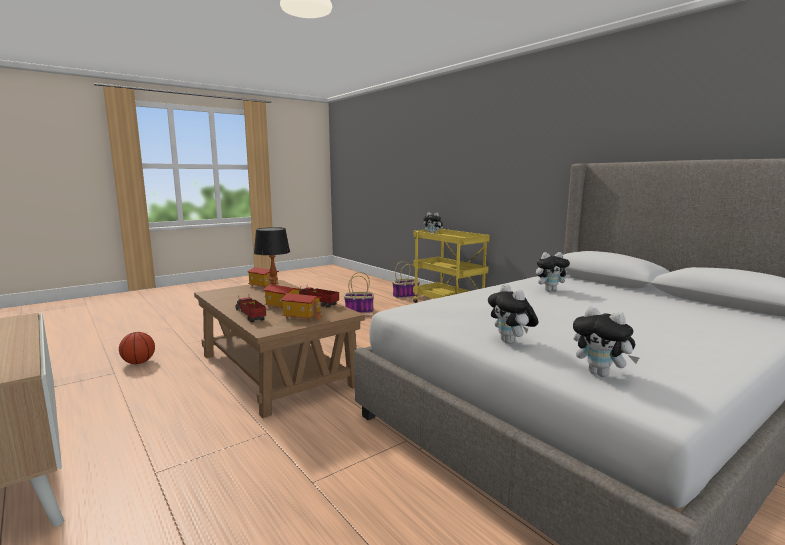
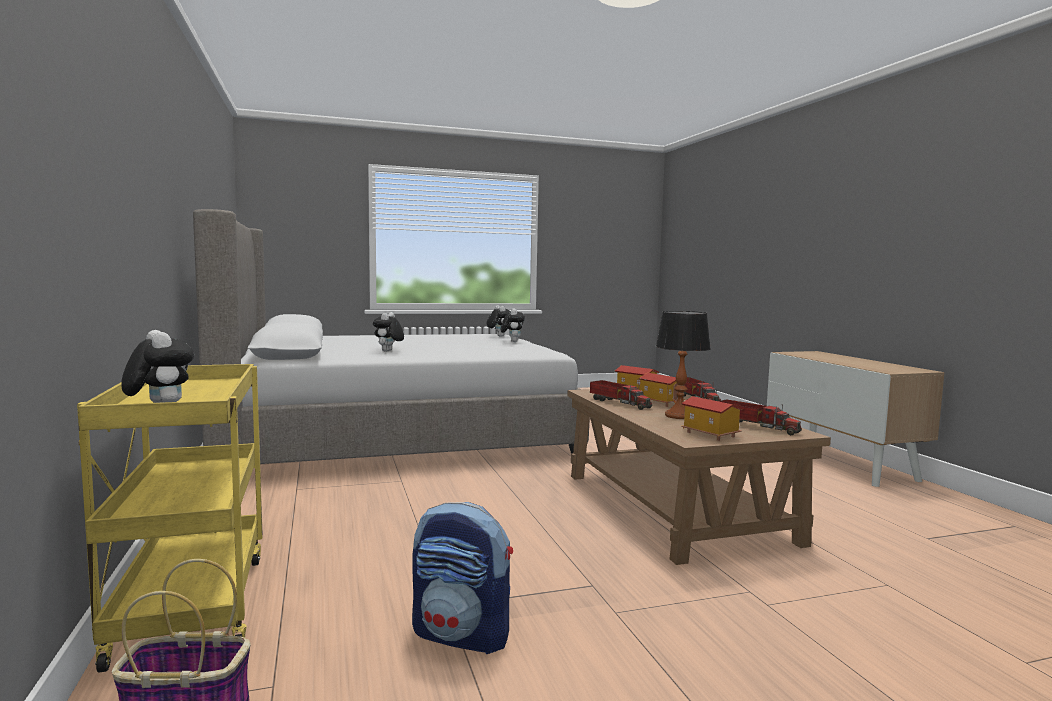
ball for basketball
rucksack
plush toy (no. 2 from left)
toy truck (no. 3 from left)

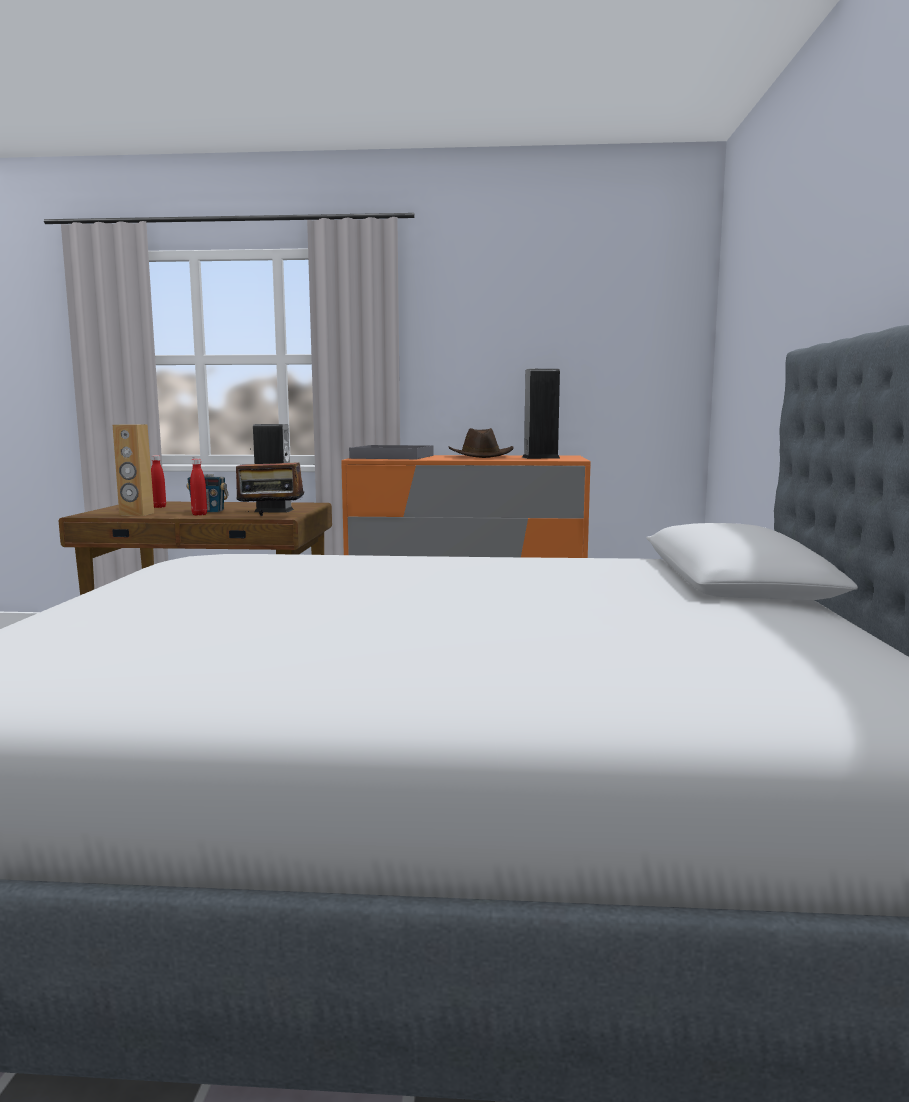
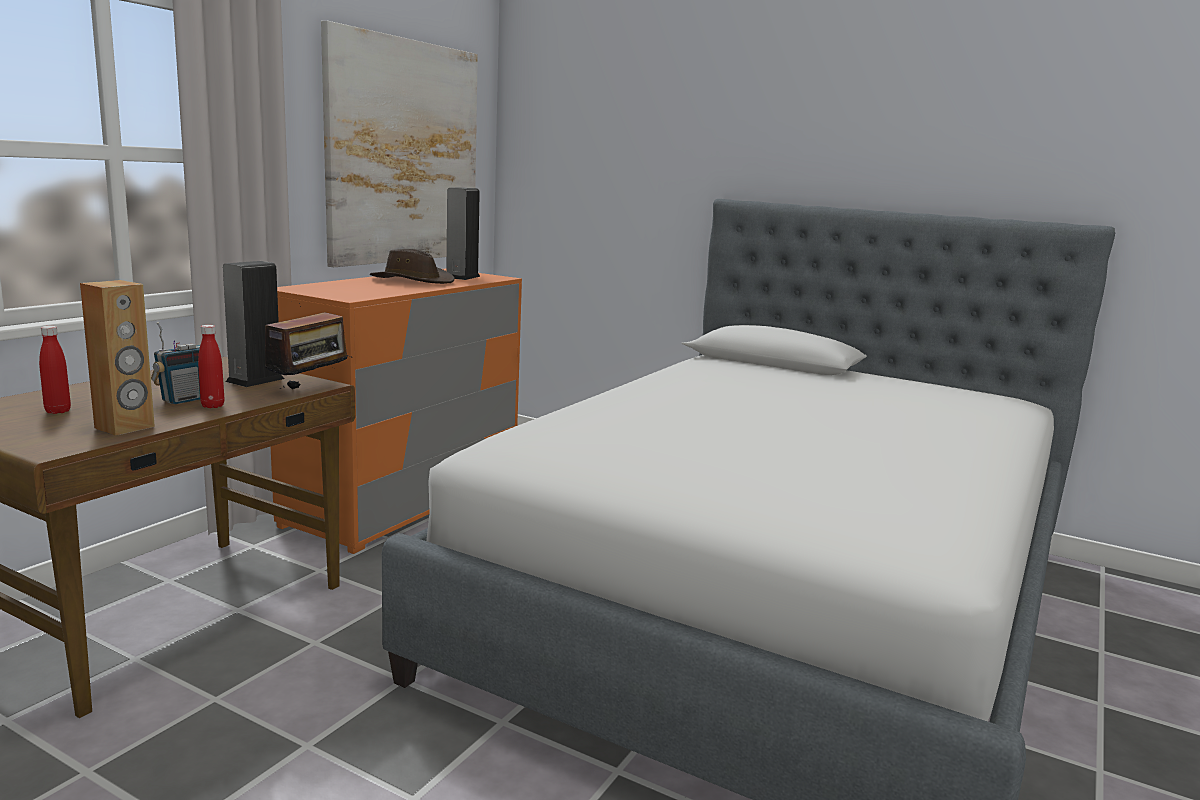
greyish carrying tray
wall art

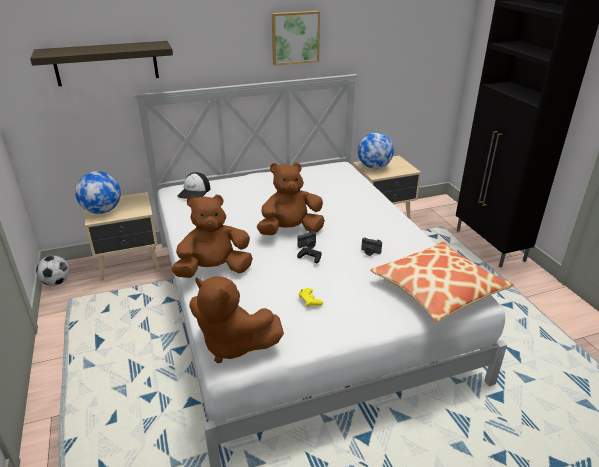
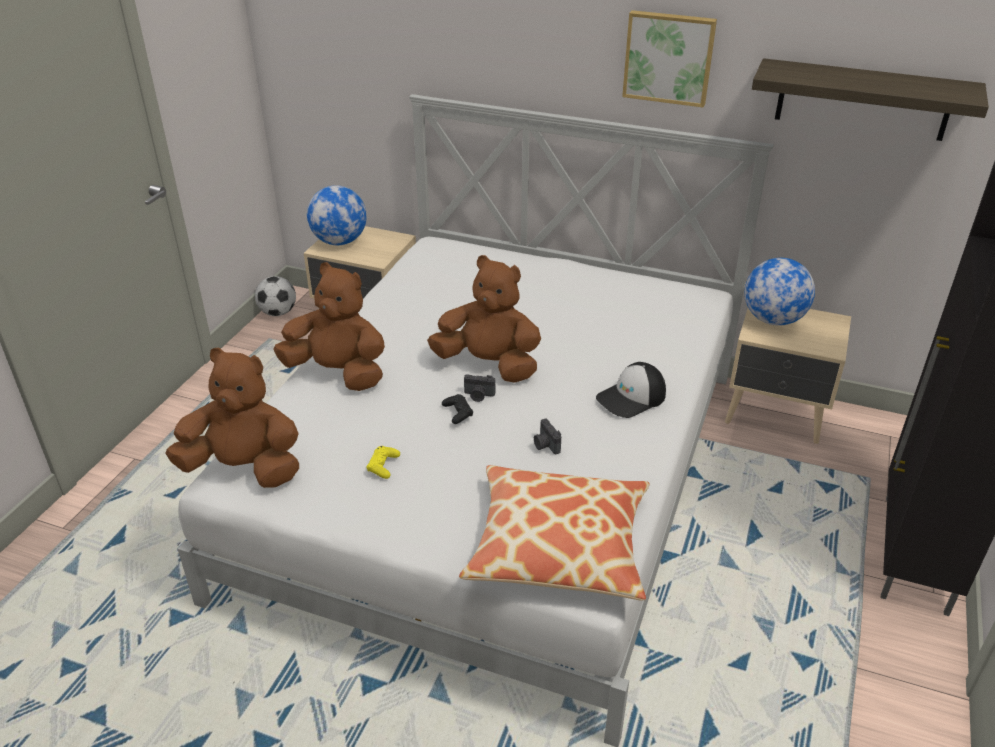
wall shelf
cap
brownish plush toy (no. 1 from left)

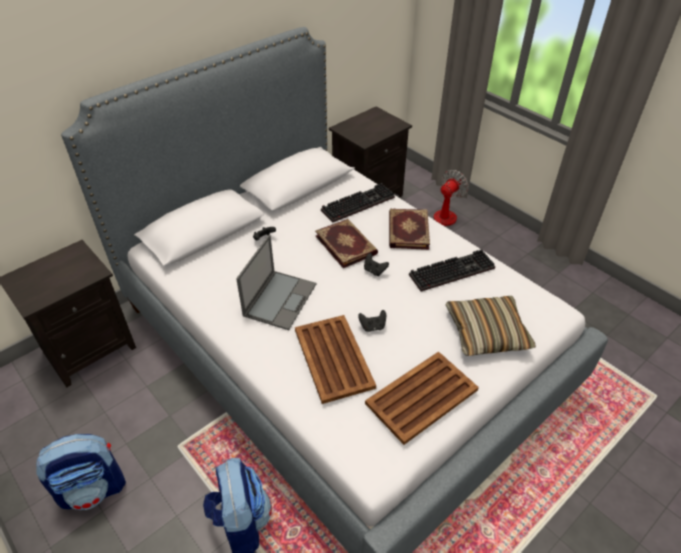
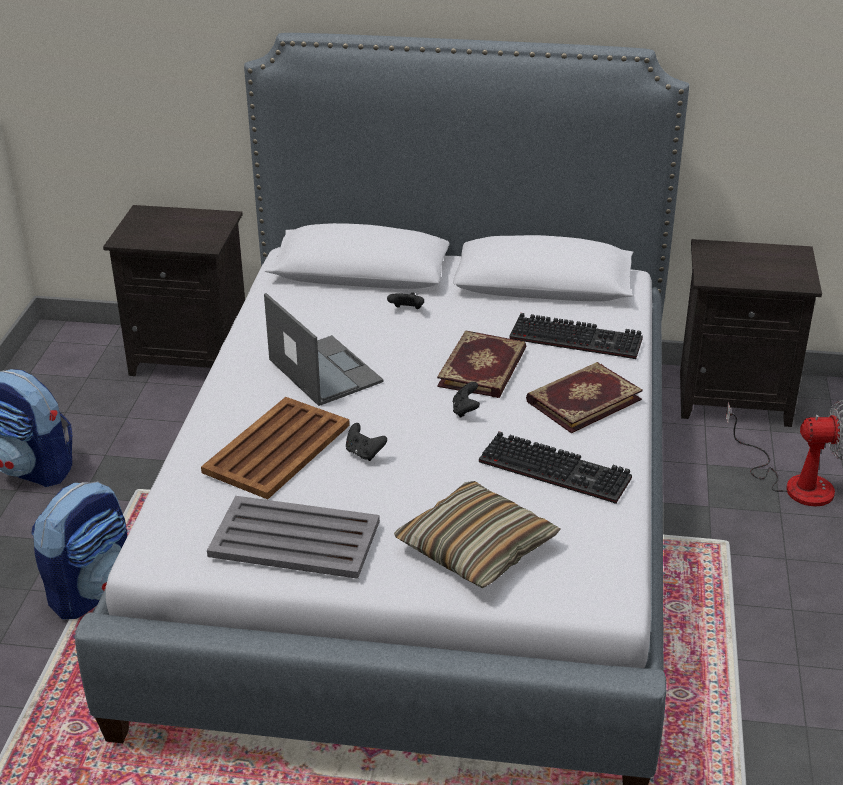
notebook computer
greyish carrying tray

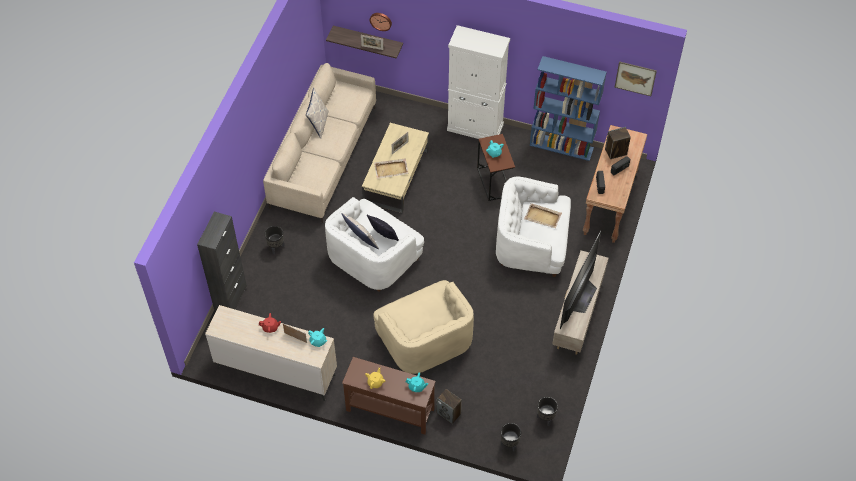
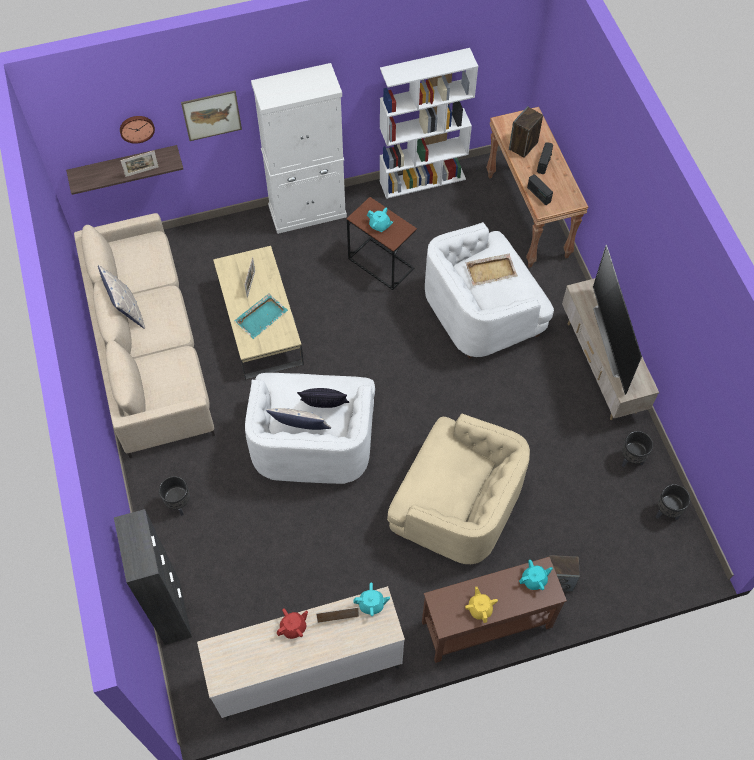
turquoise carrying tray
black plant pot (no. 2 from left)
white bookcase
wall art

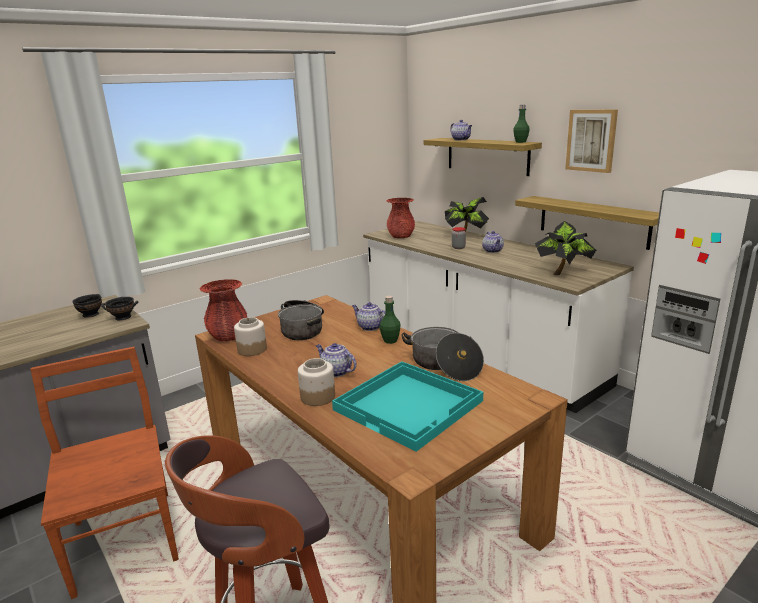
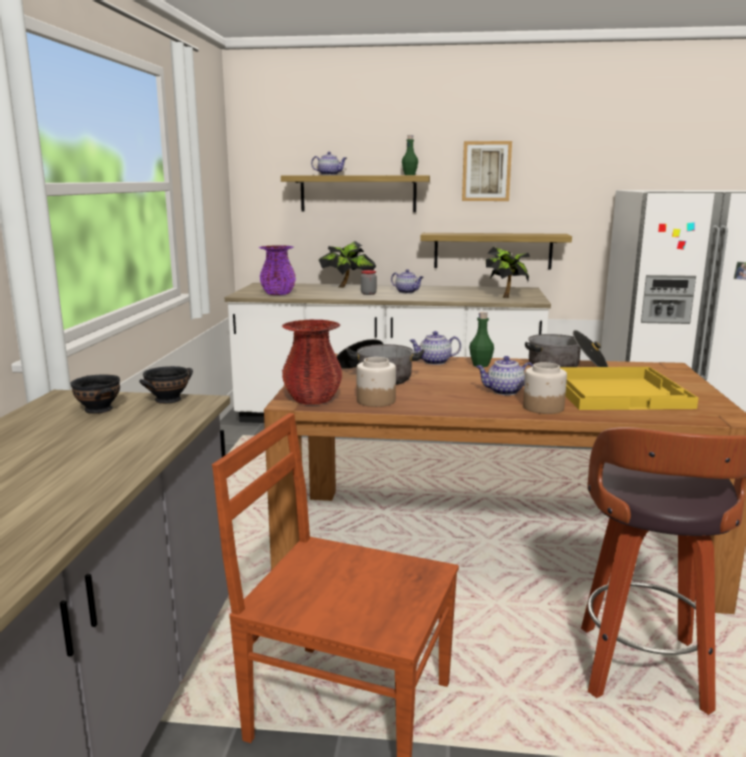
yellow-coloured carrying tray
purple-coloured decorative vase

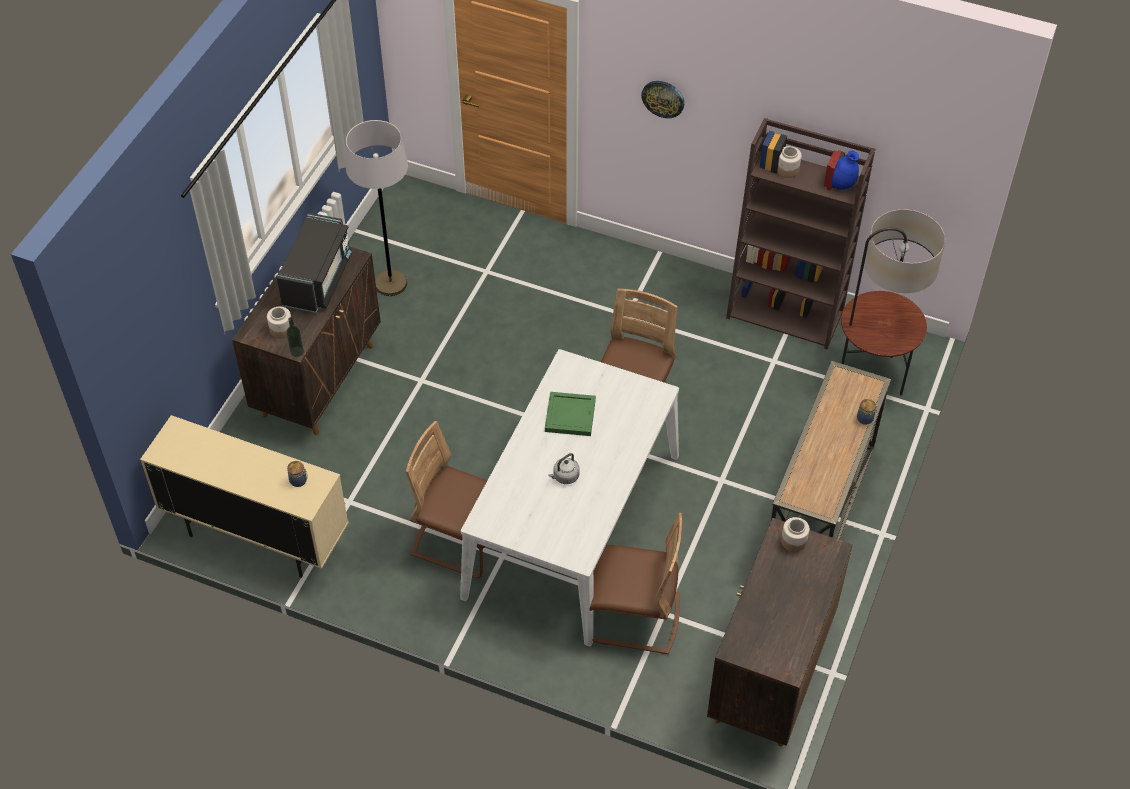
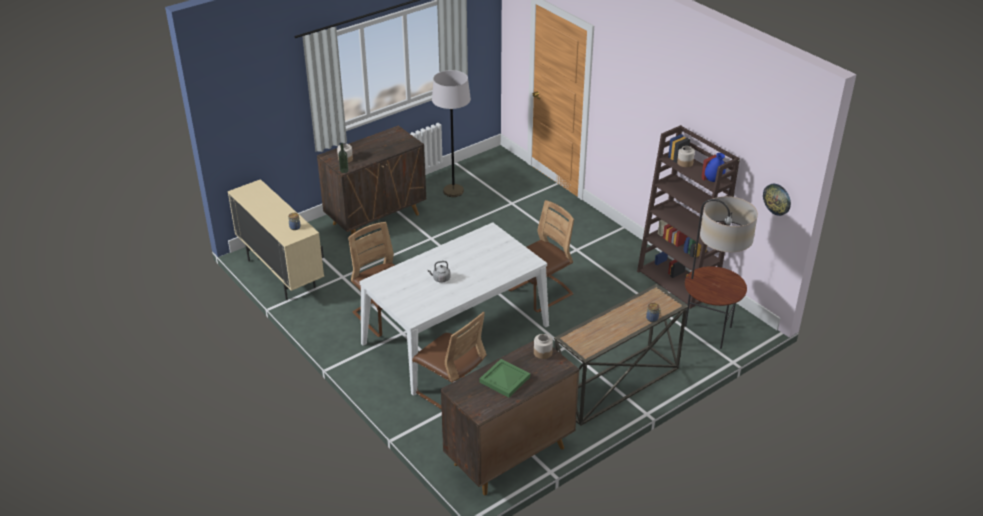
black microwave
green-coloured carrying tray
clock on the wall

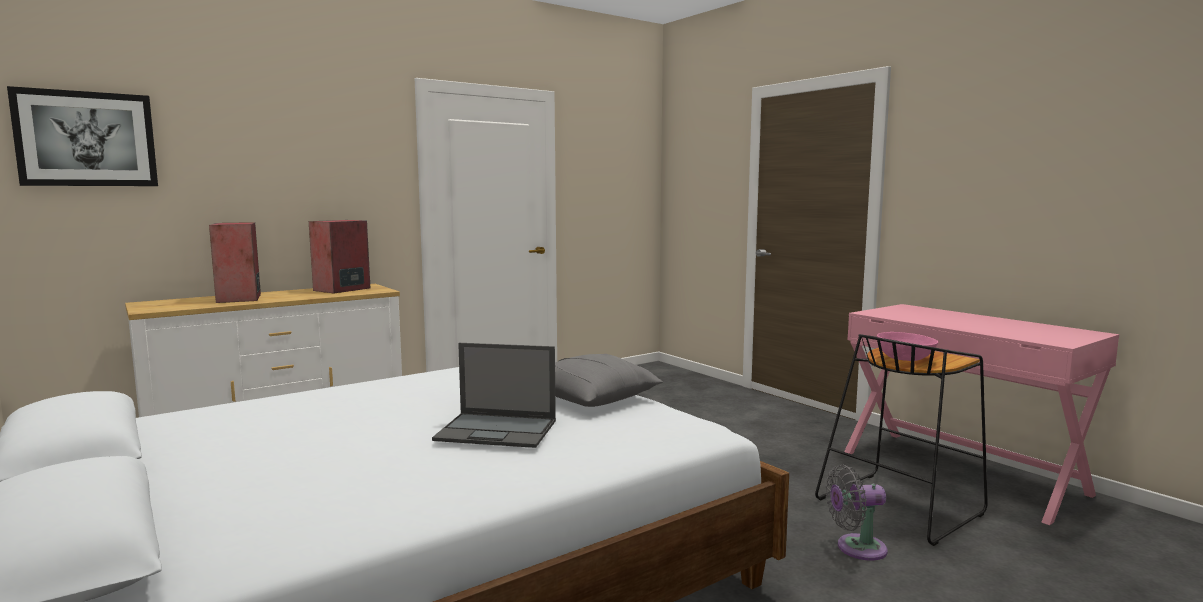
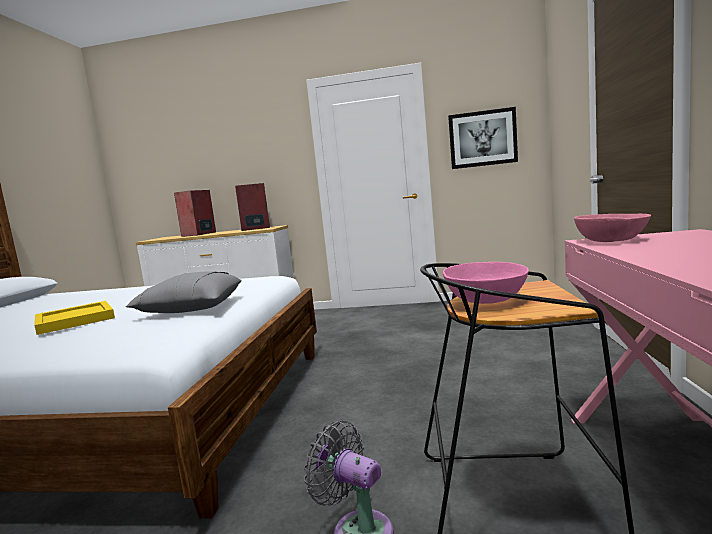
wall art
yellow-coloured carrying tray
pinkish deep dish (no. 2 from left)

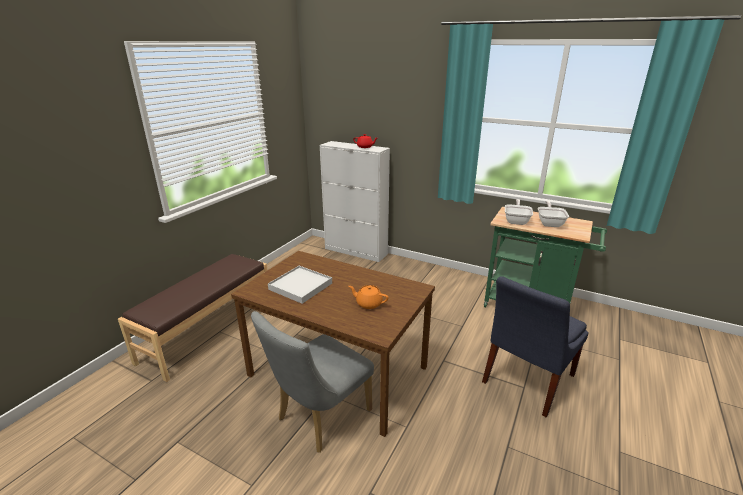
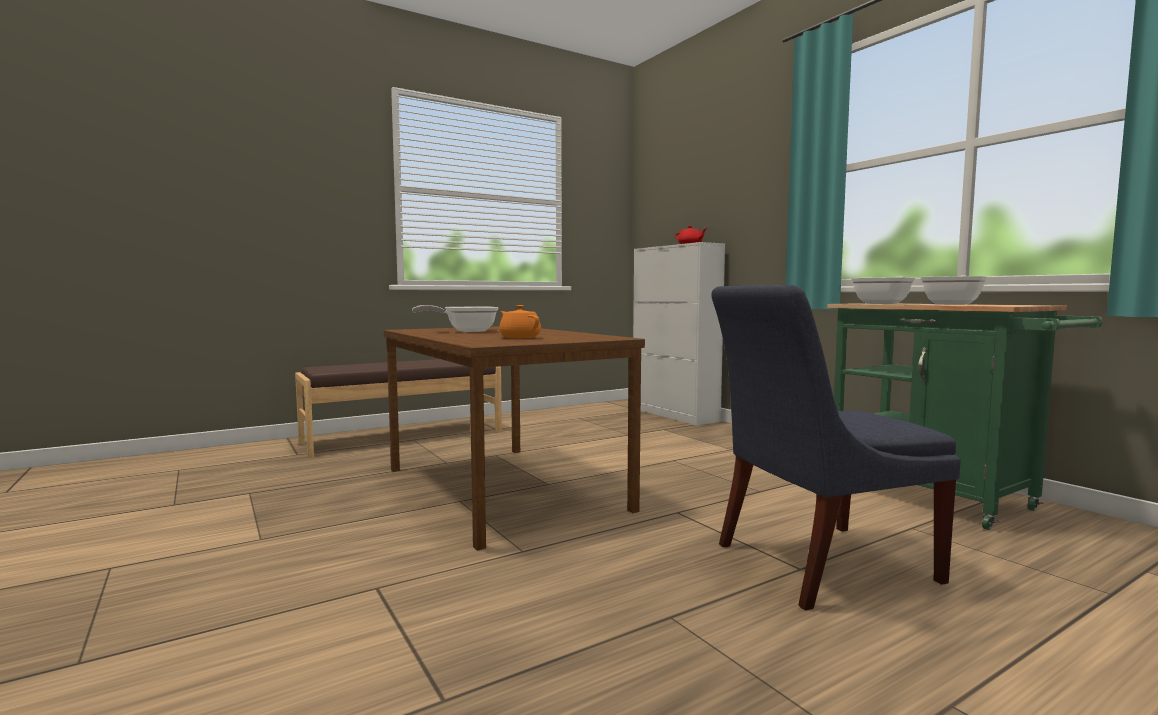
greyish chair
pan (no. 1 from left)

